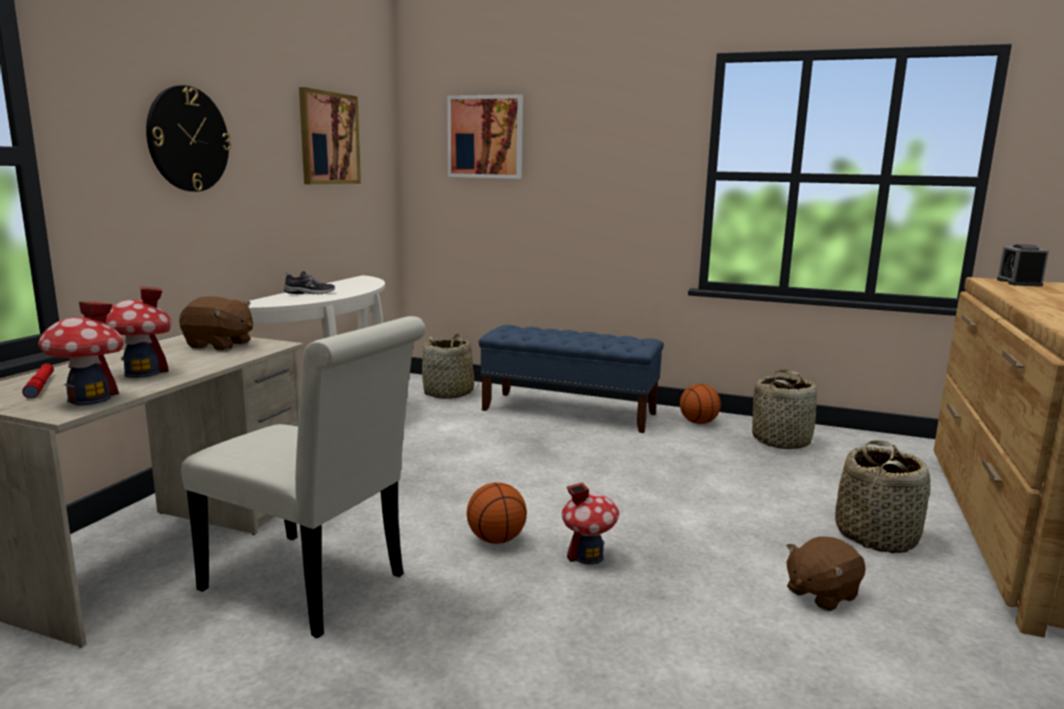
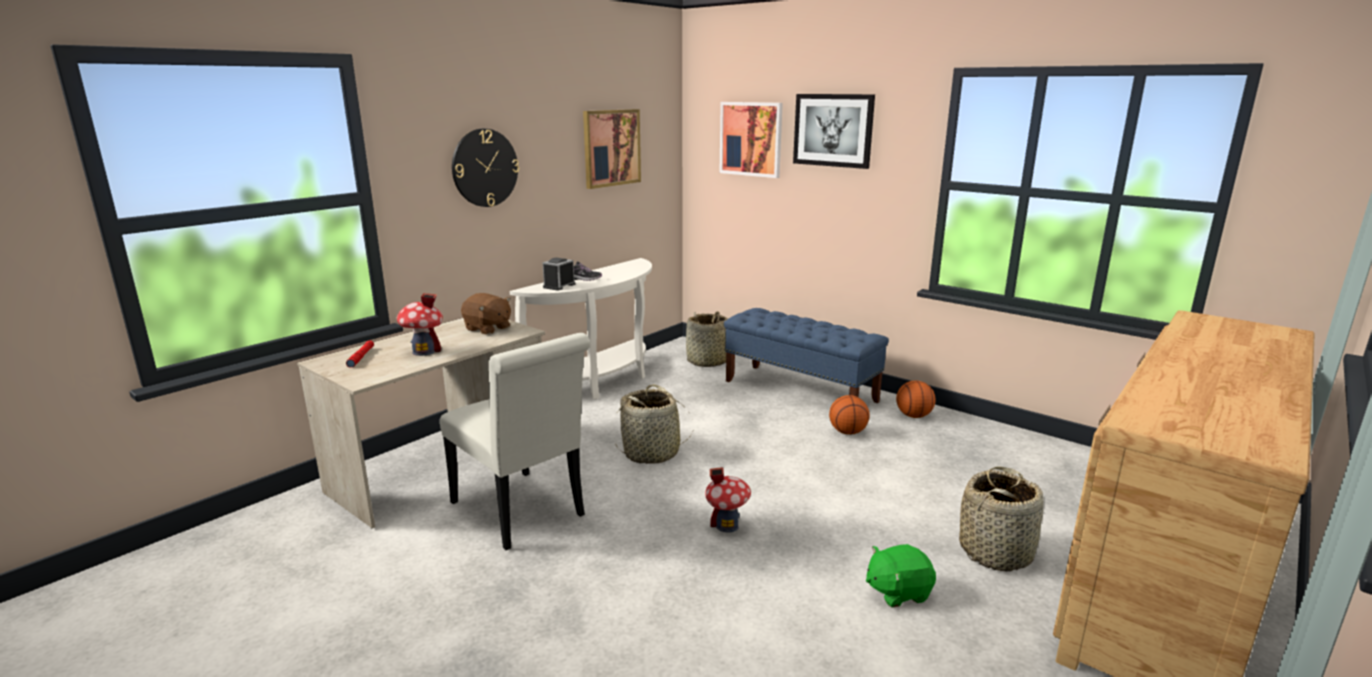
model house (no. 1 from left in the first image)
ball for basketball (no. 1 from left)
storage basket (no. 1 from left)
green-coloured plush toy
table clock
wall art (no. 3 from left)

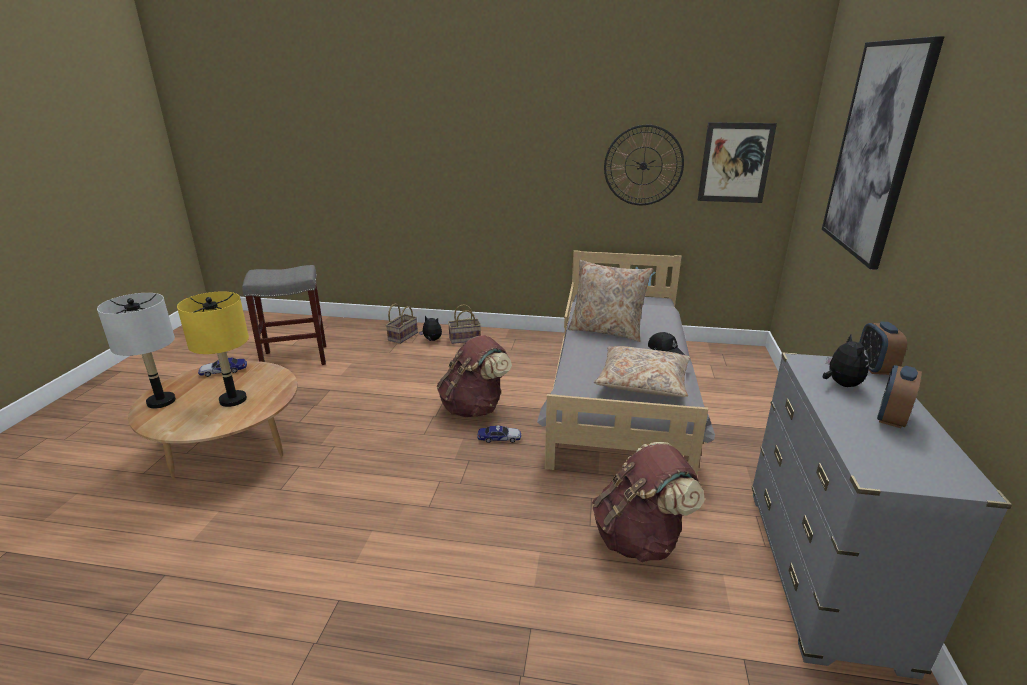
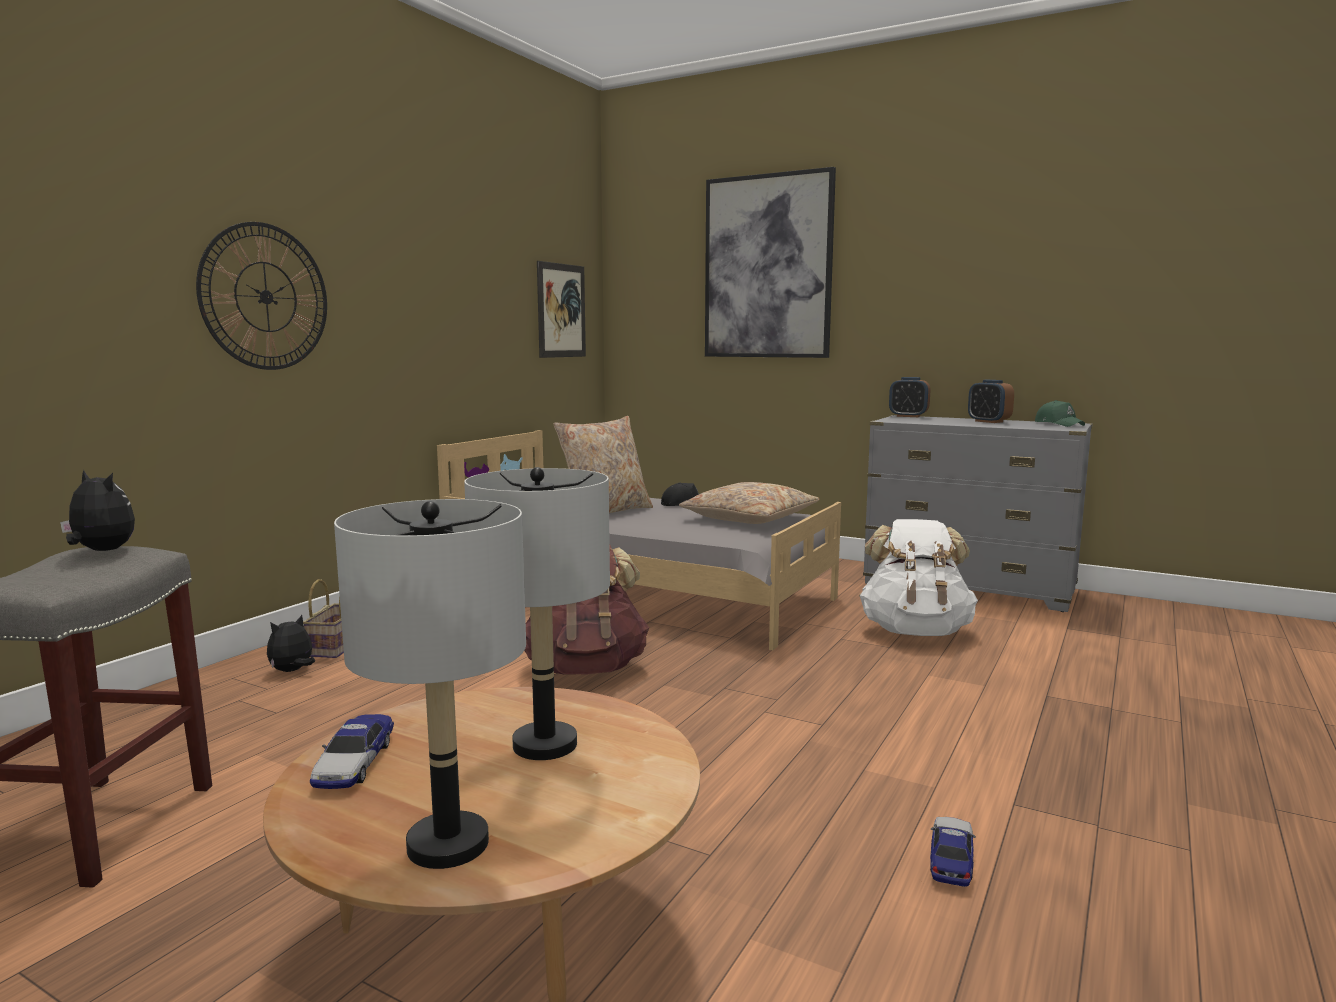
greyish tabletop lamp (no. 2 from left)
storage basket (no. 1 from left in the first image)
model car (no. 2 from left)
white rucksack
clock on the wall
plush toy (no. 1 from left)
green-coloured cap

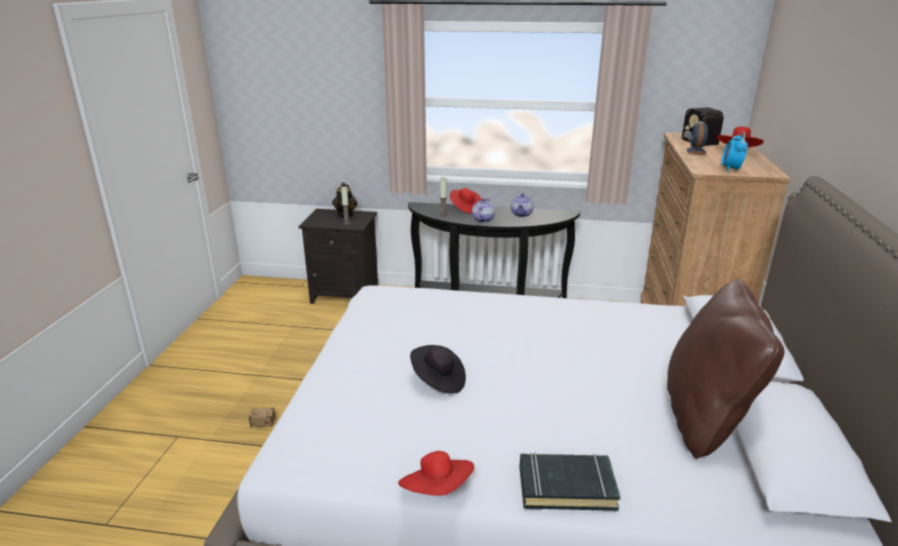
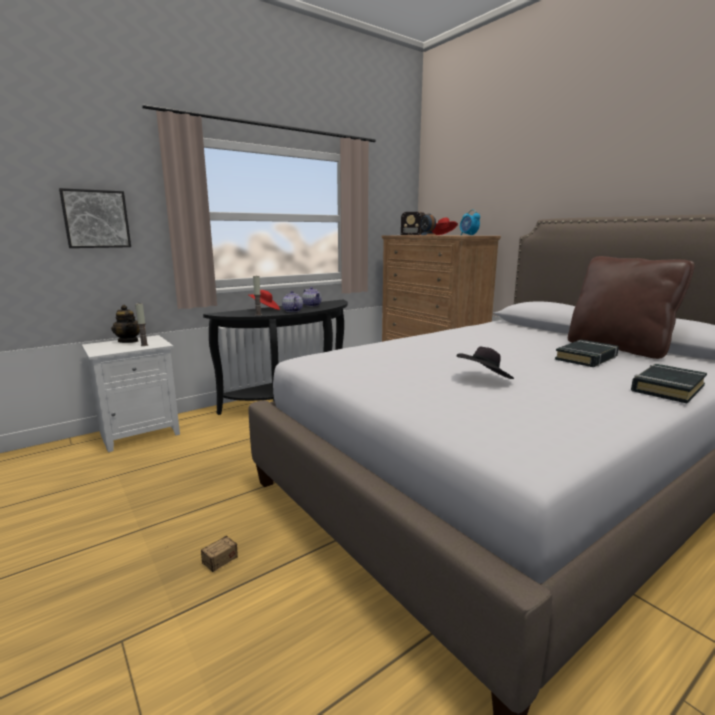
white nightstand
reddish wearable hat (no. 1 from left in the first image)
wall art
black book (no. 1 from left)

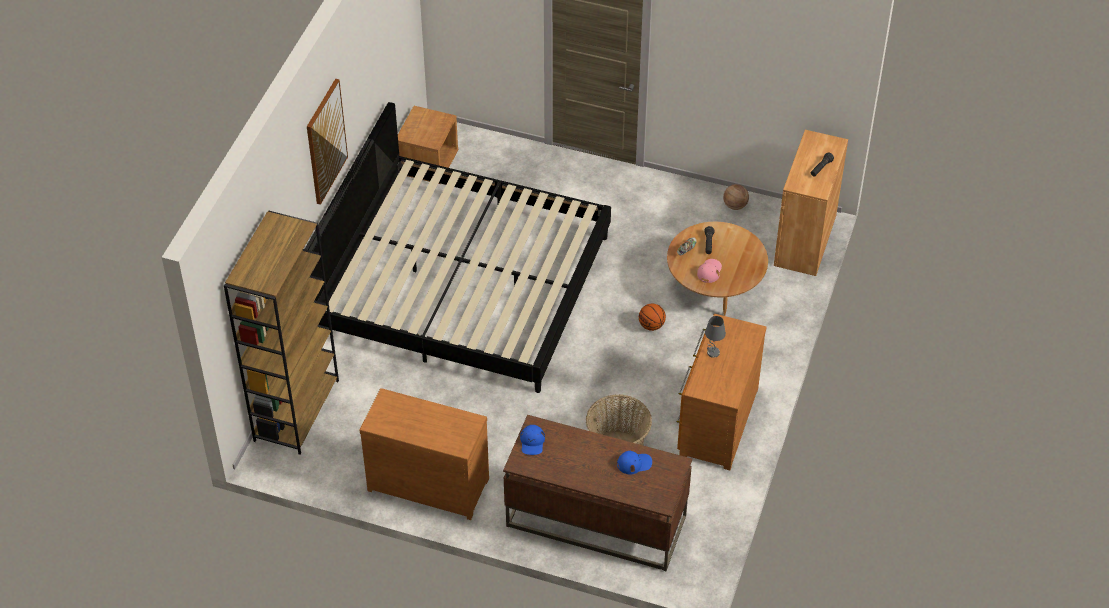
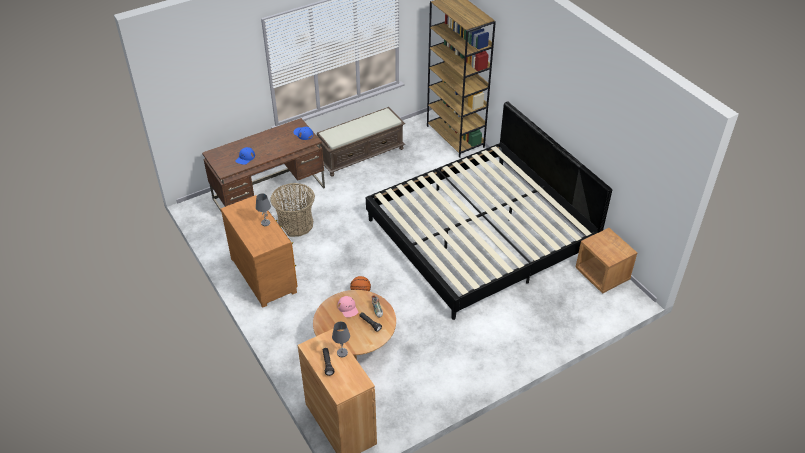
wall art
brownish bench
ball for basketball (no. 2 from left in the first image)
greyish tabletop lamp (no. 2 from left)

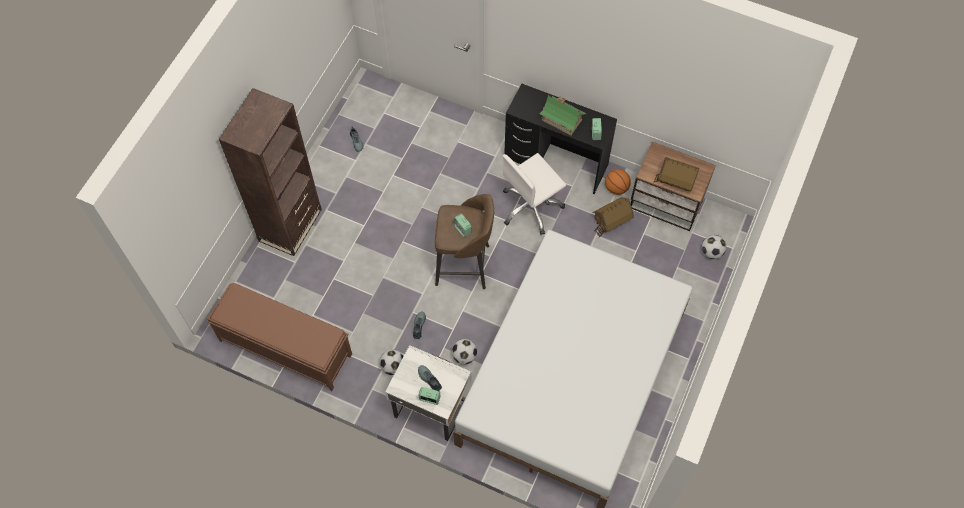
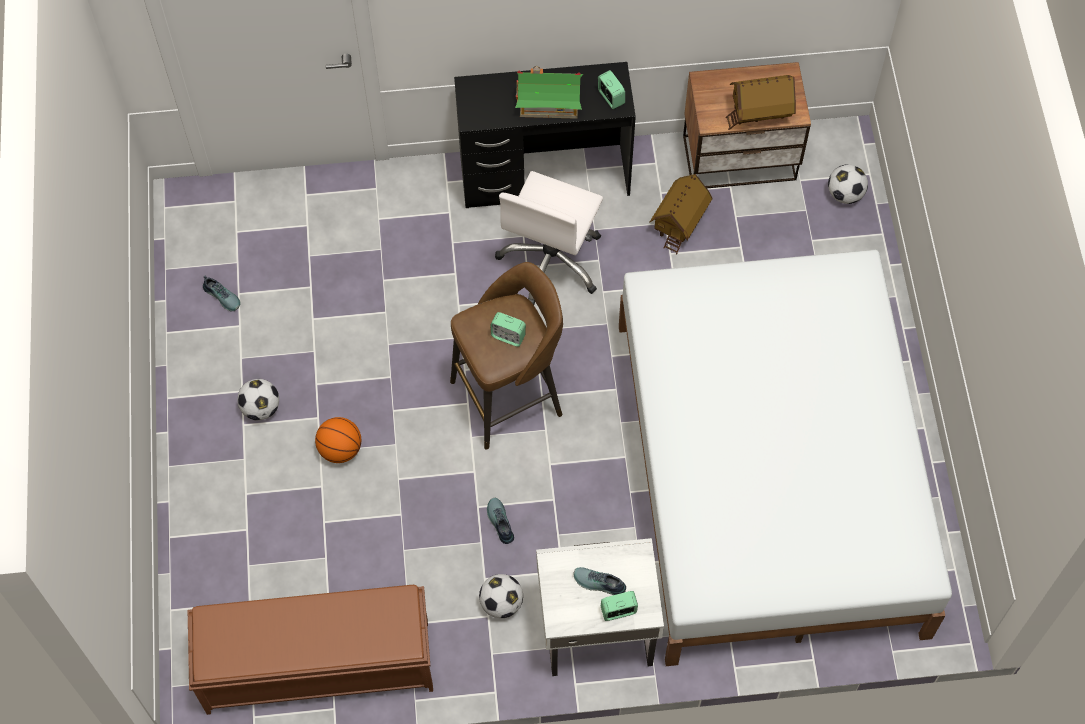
brownish bookcase
football ball (no. 1 from left)
ball for basketball

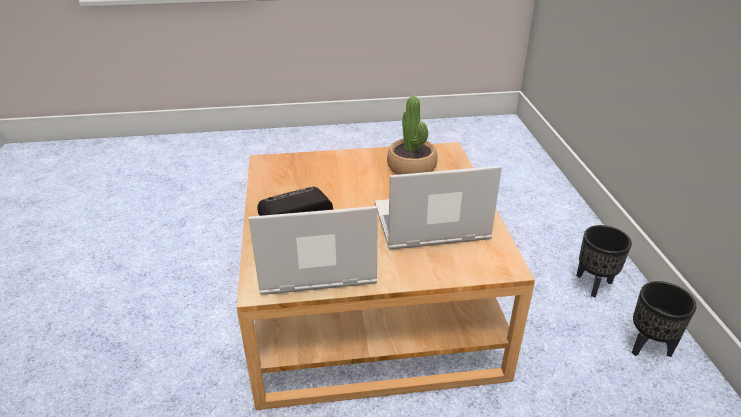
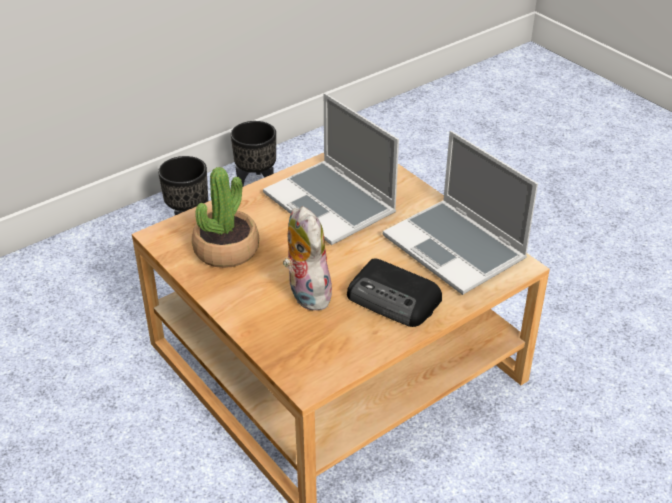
plush toy

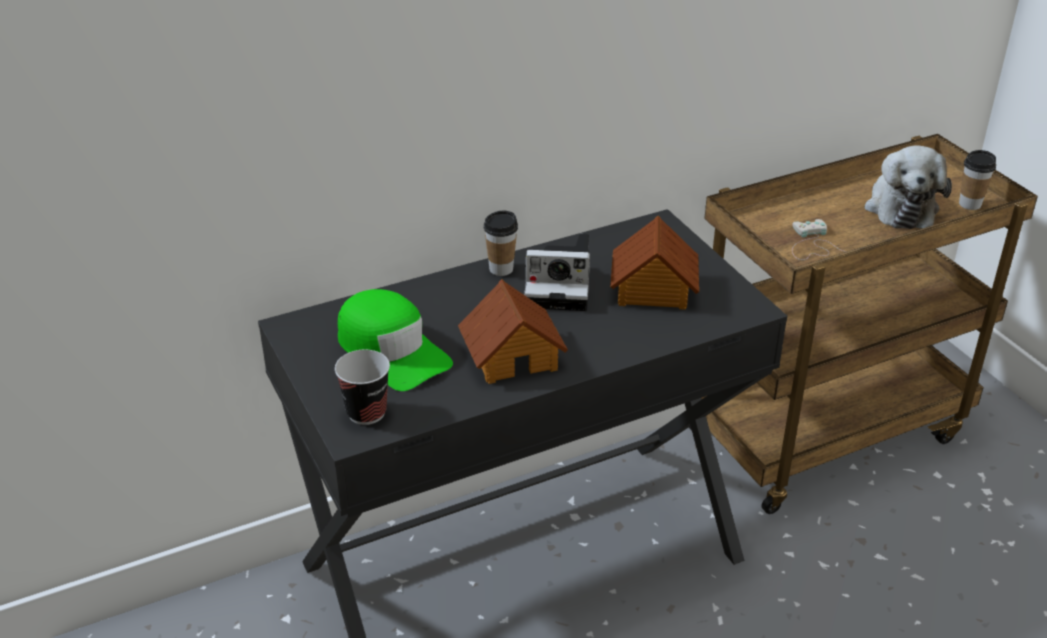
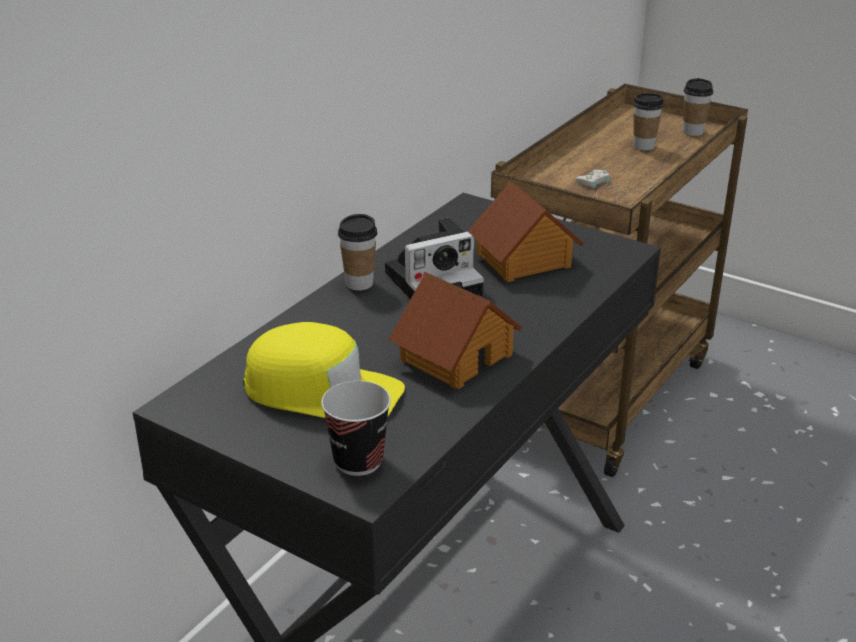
yellow-coloured cap
small cup (no. 3 from left)

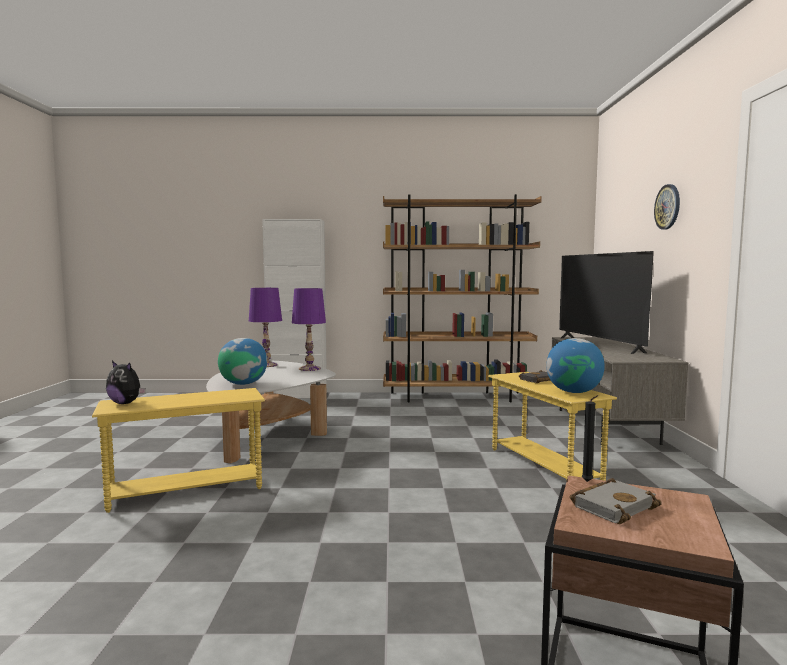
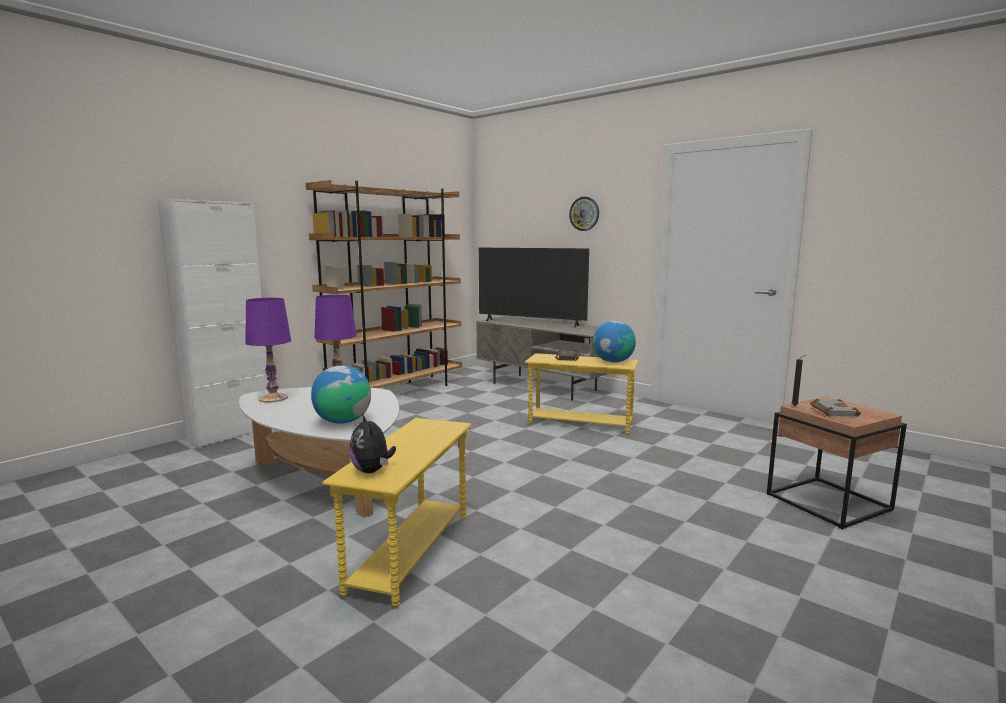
plush toy

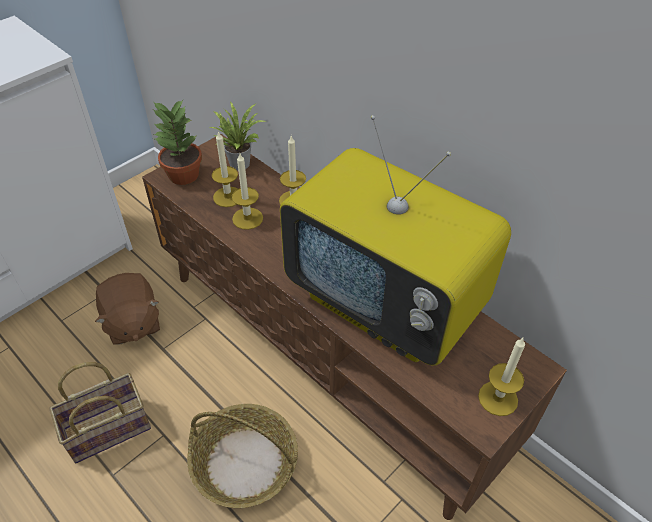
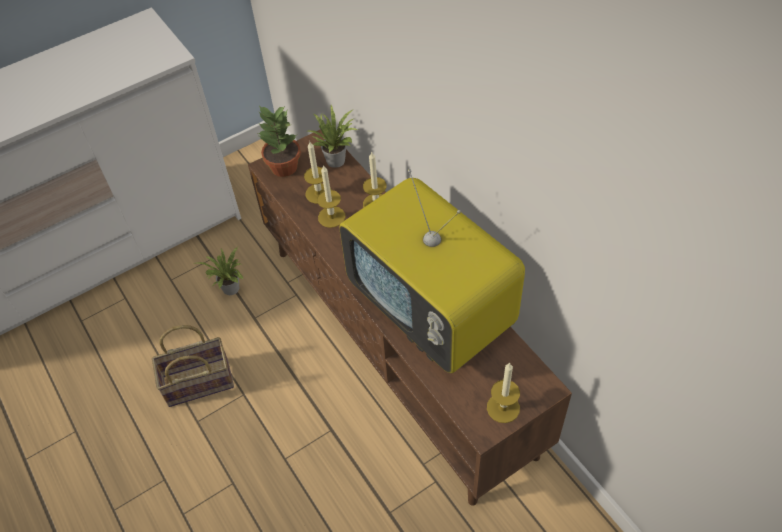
potted plant (no. 1 from left)
storage basket (no. 2 from left in the first image)

